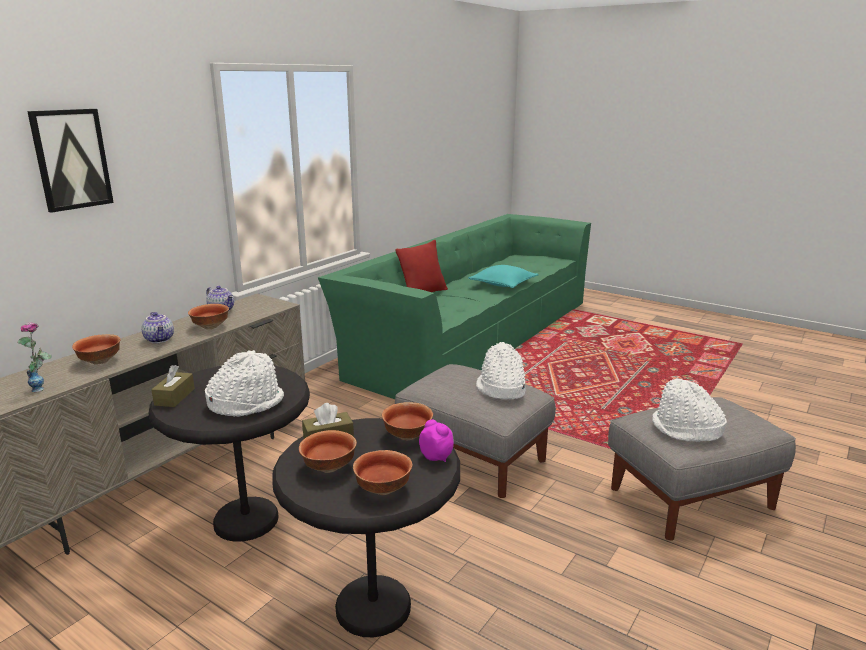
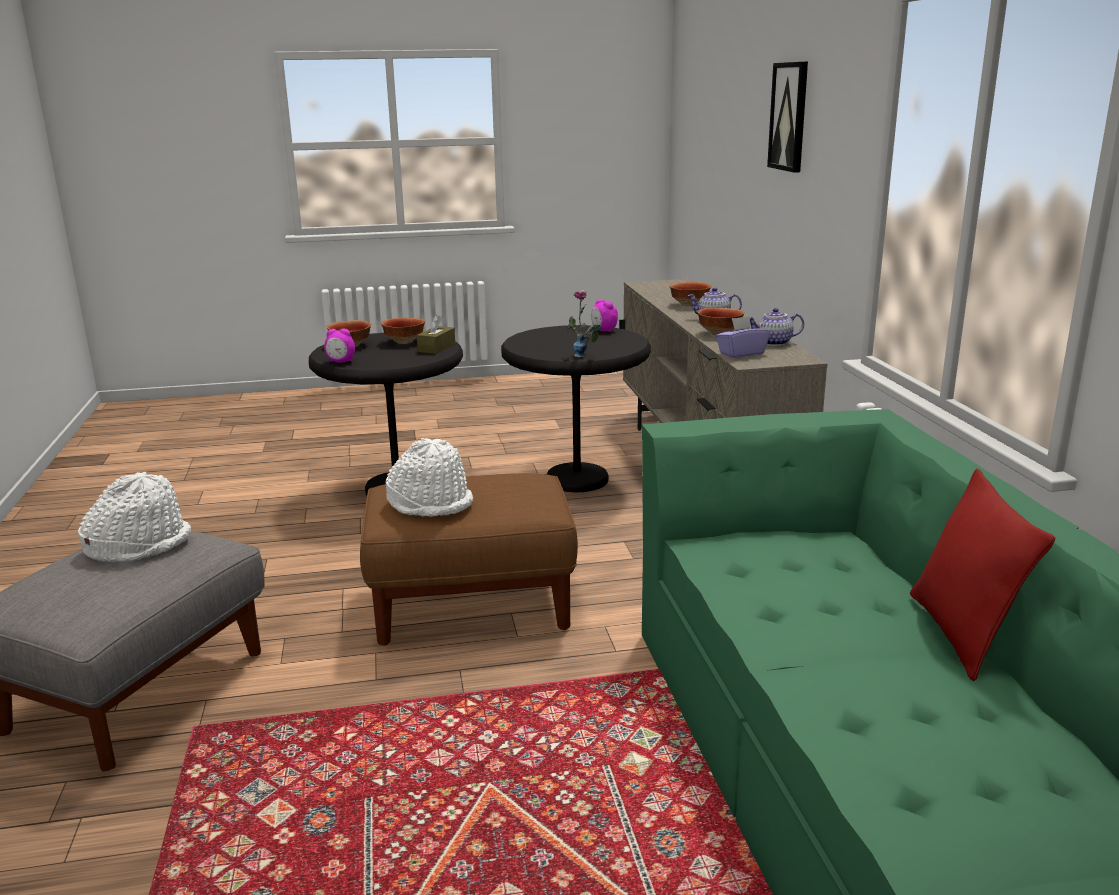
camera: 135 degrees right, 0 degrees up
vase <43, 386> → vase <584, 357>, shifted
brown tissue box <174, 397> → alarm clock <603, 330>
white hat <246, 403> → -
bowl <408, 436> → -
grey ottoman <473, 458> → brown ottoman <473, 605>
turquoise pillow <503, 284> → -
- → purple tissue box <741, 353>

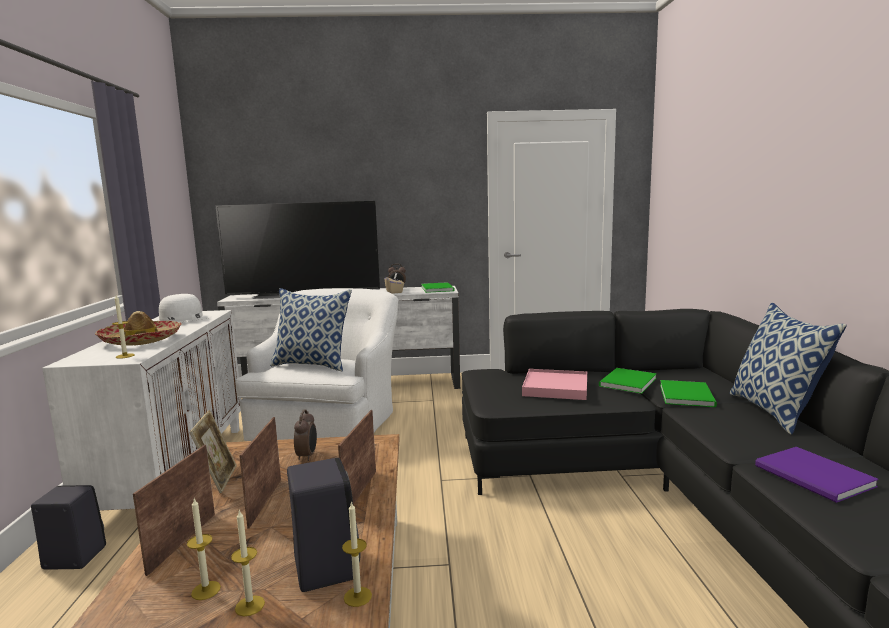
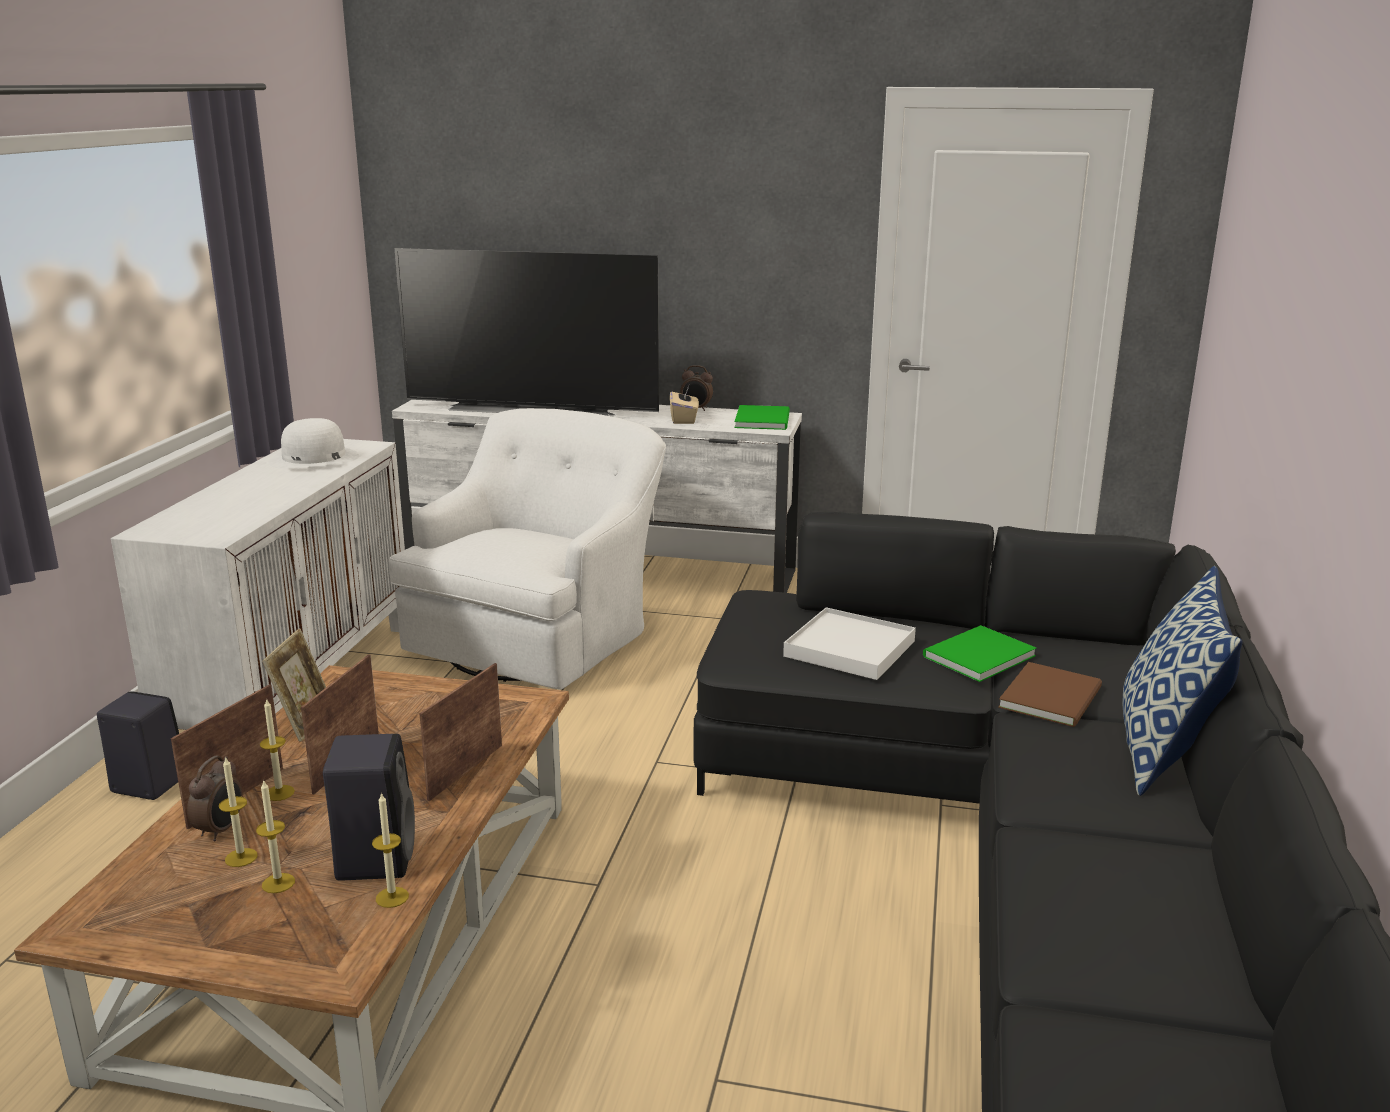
camera: 15 degrees right, 10 degrees up
hat <141, 340> → -
candle <125, 356> → candle <279, 793>, shifted
pillow <313, 365> → -
alarm clock <307, 456> → alarm clock <221, 830>, shifted
pink tray <556, 387> → white tray <850, 649>
green book <688, 395> → brown book <1053, 697>
purple book <814, 478> → -

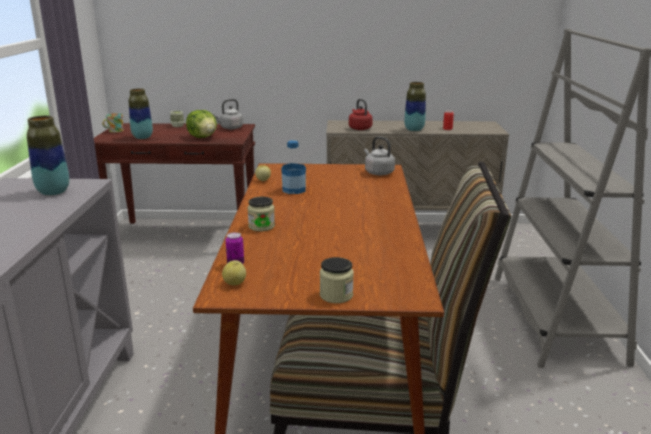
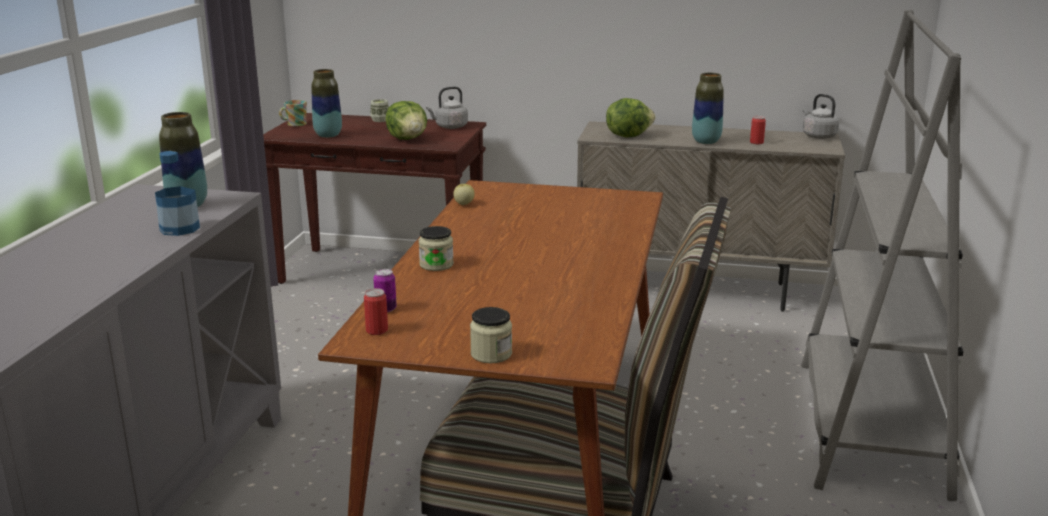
camera: 10 degrees right, 0 degrees up
apple <235, 283> → can <377, 330>
bottle <294, 190> → bottle <179, 229>, shifted
red kettle <359, 128> → lettuce <628, 136>
grey kettle <378, 172> → grey kettle <818, 136>, shifted

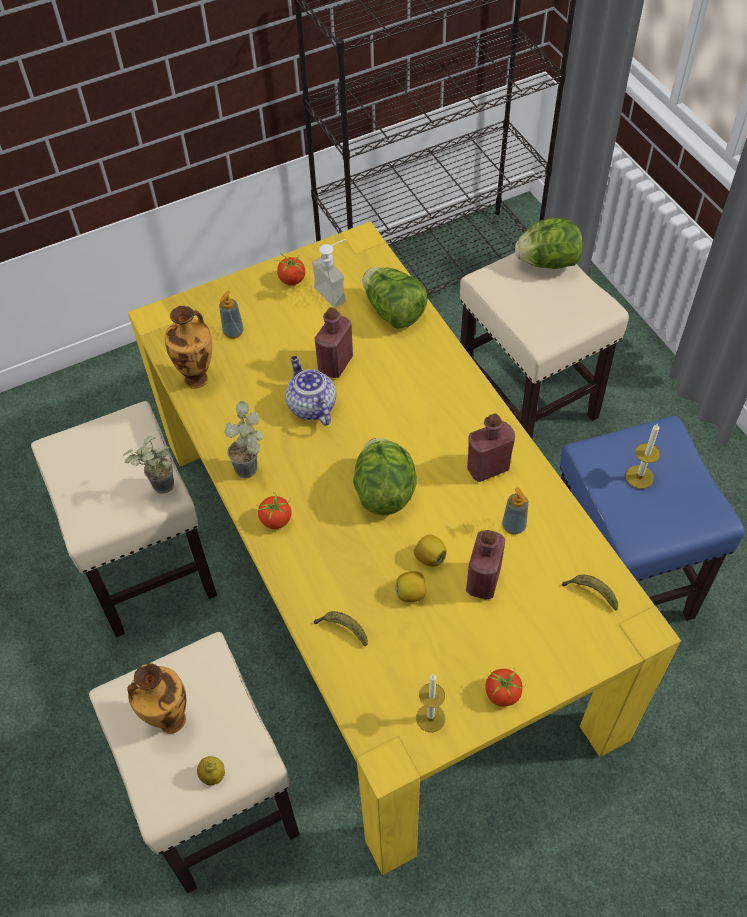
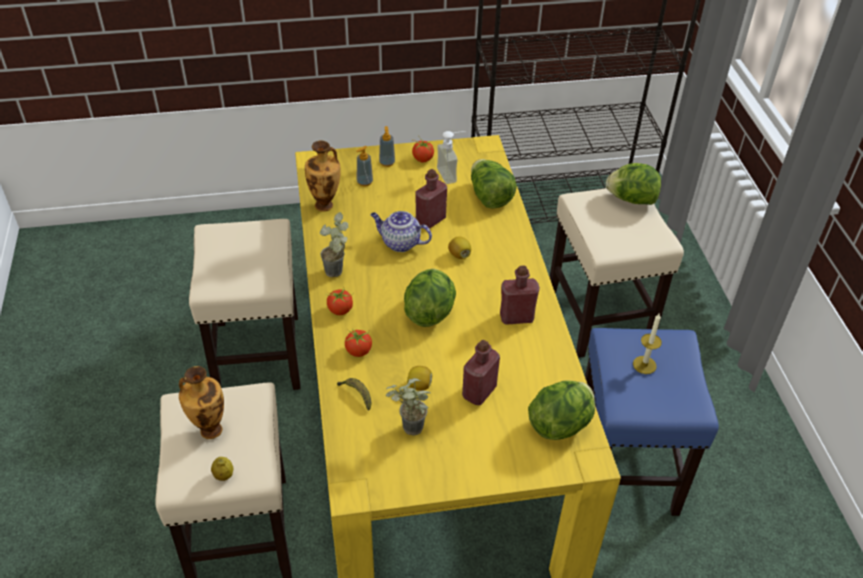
camera: 15 degrees right, 10 degrees down
potted plant <159, 490> → potted plant <407, 431>, shifted
teapot <311, 406> → teapot <400, 243>, 60 degrees counterclockwise
lemon <430, 557> → lemon <459, 255>, shifted
candle <430, 718> → -
tomato <503, 694> → tomato <359, 351>, shifted
soap dispenser <514, 526> → soap dispenser <387, 163>, shifted
banana <591, 593> → lettuce <561, 424>

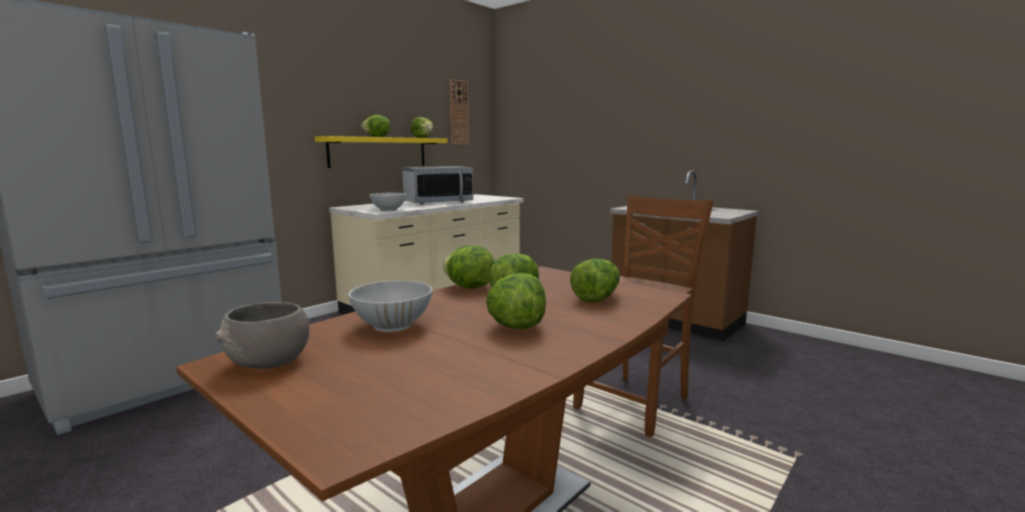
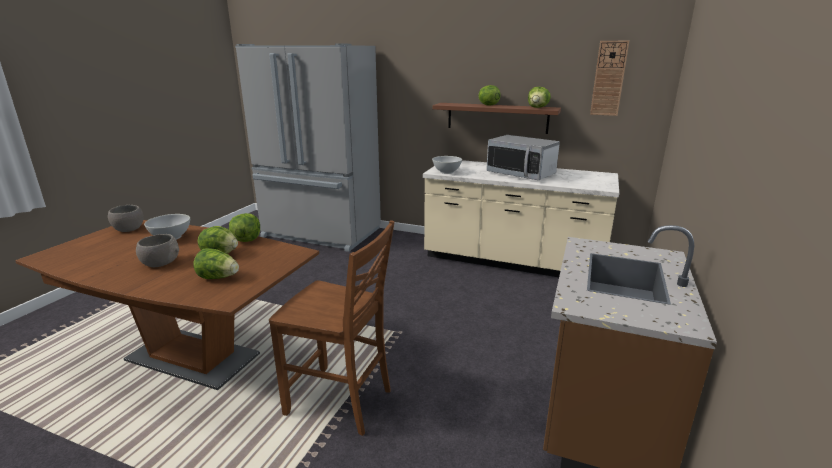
camera: 70 degrees right, 10 degrees up
yellow shelf <378, 152> → brown shelf <497, 117>
lettuce <516, 326> → grey bowl <161, 263>

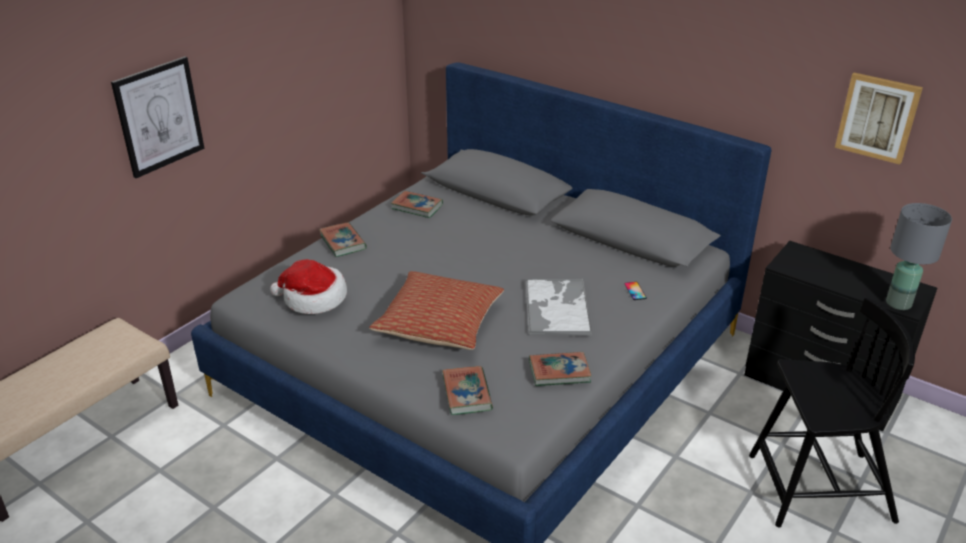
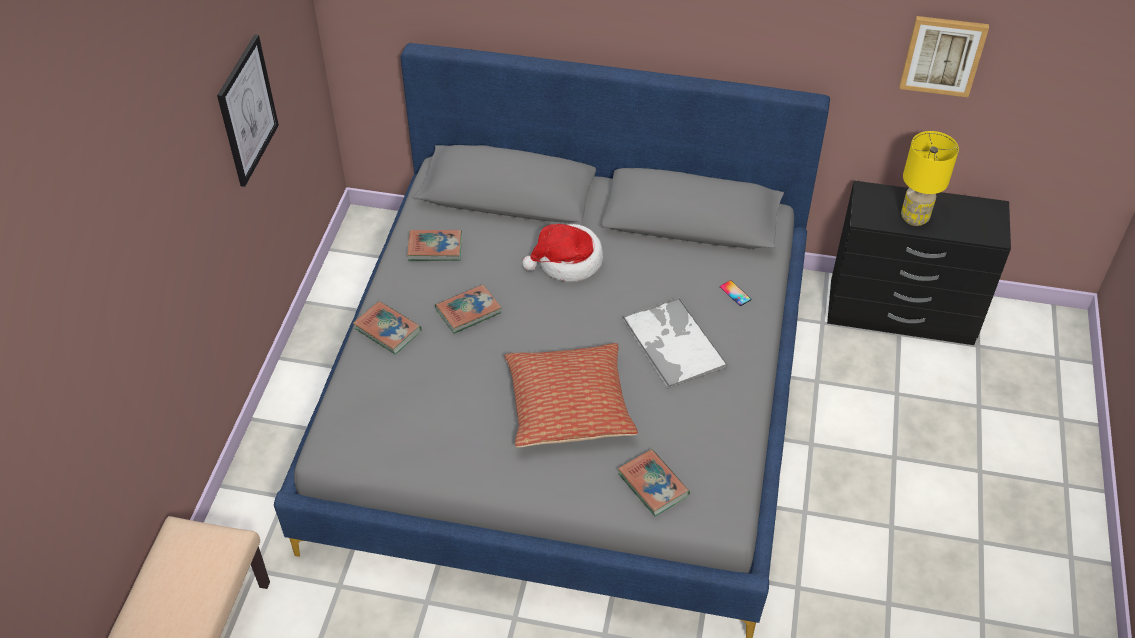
camera: 25 degrees left, 15 degrees up
picture <159, 116> → picture <247, 111>, shifted
hat <313, 298> → hat <567, 261>, shifted
book <559, 372> → book <468, 311>, shifted
black chair <817, 489> → -
grey table lamp <899, 304> → -
- → yellow table lamp <914, 218>

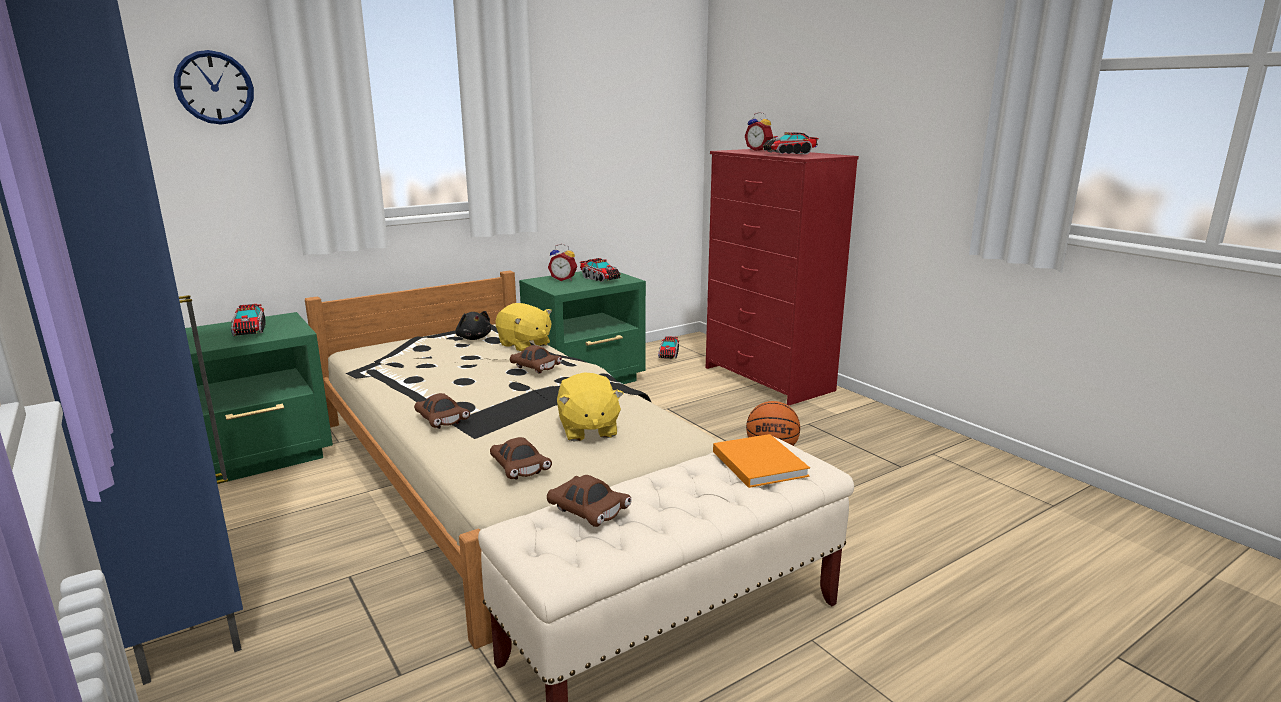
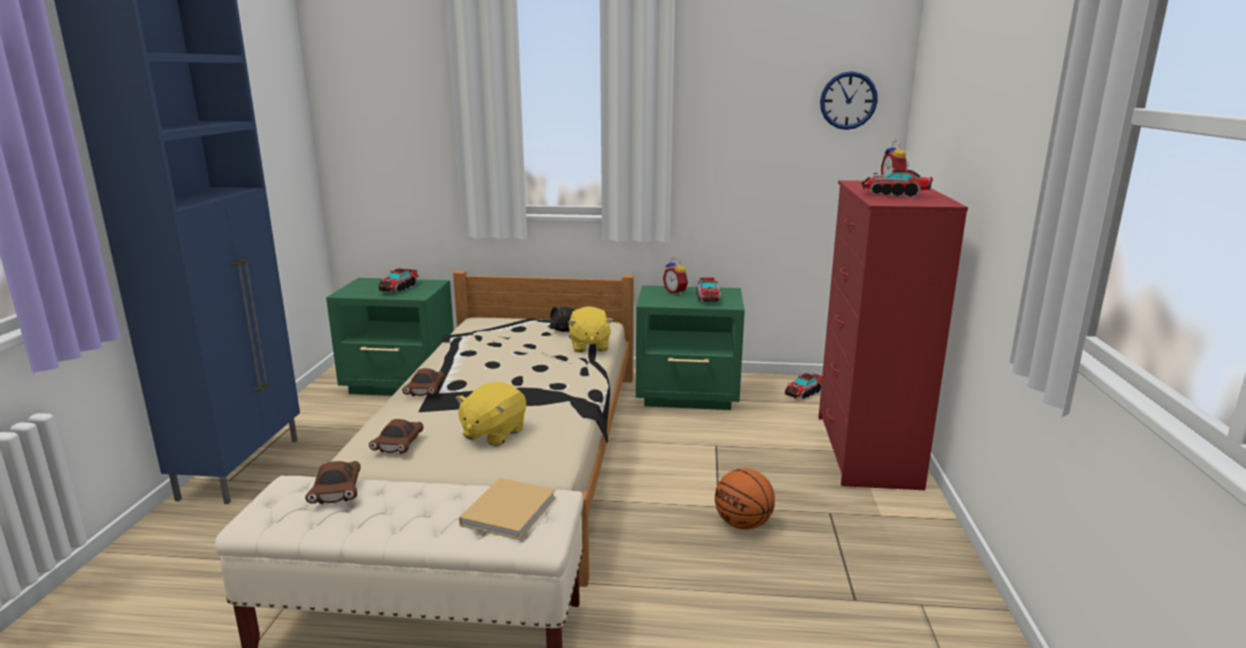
camera: 40 degrees right, 0 degrees up
wall clock <214, 87> → wall clock <848, 100>, shifted
brown toy car <535, 368> → -
orange book <758, 462> → beige book <510, 509>

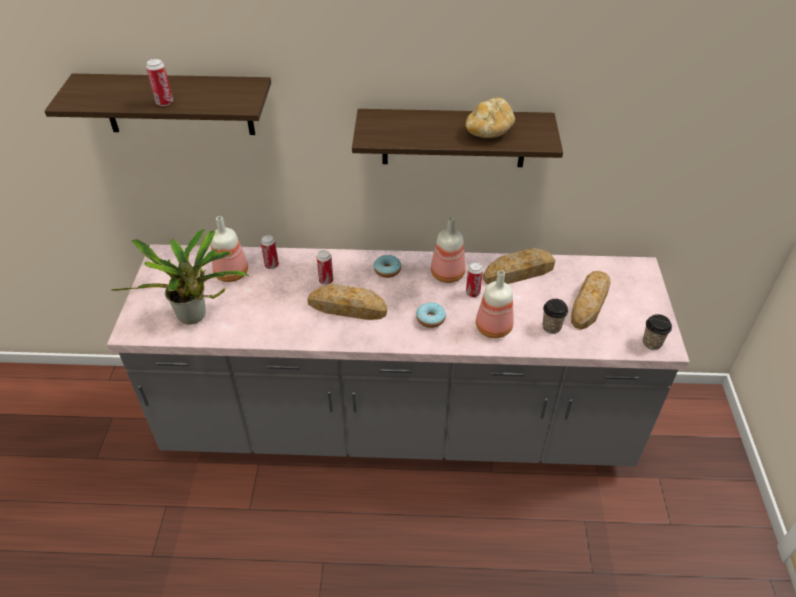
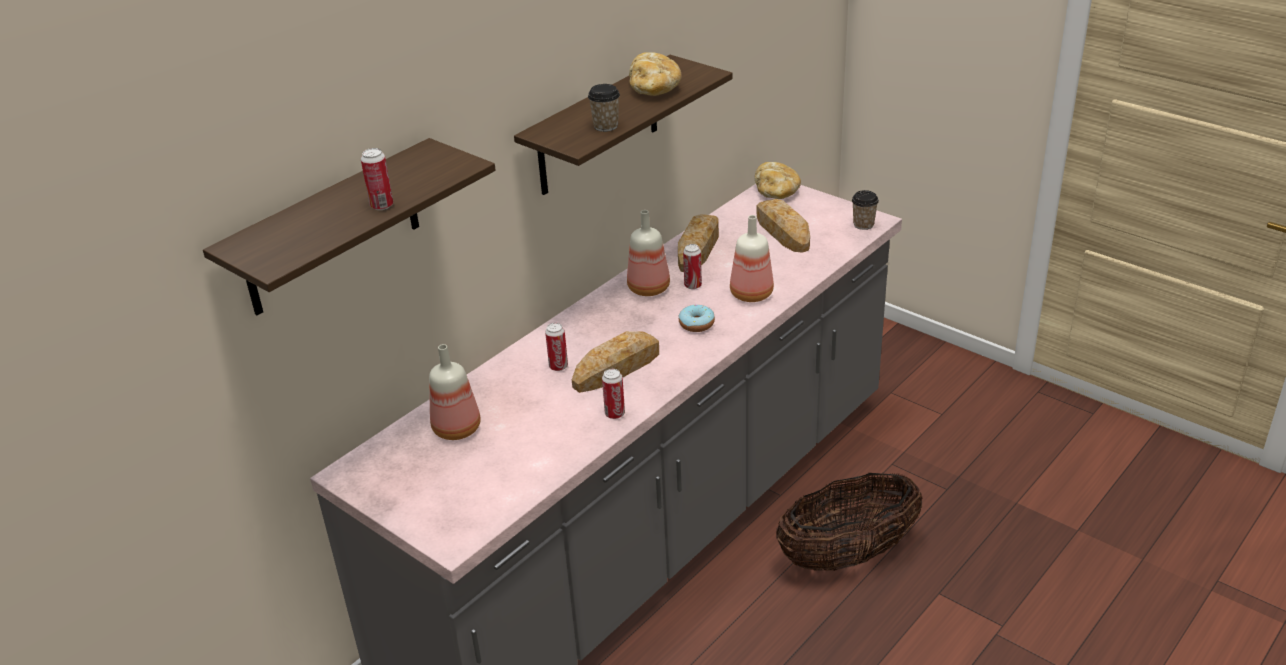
camera: 50 degrees left, 10 degrees down
potted plant <196, 318> → -
can <271, 265> → can <615, 414>, shifted
donut <387, 270> → -
cup <551, 327> → cup <606, 126>, shifted
- → bread <777, 192>
- → basket <847, 555>

